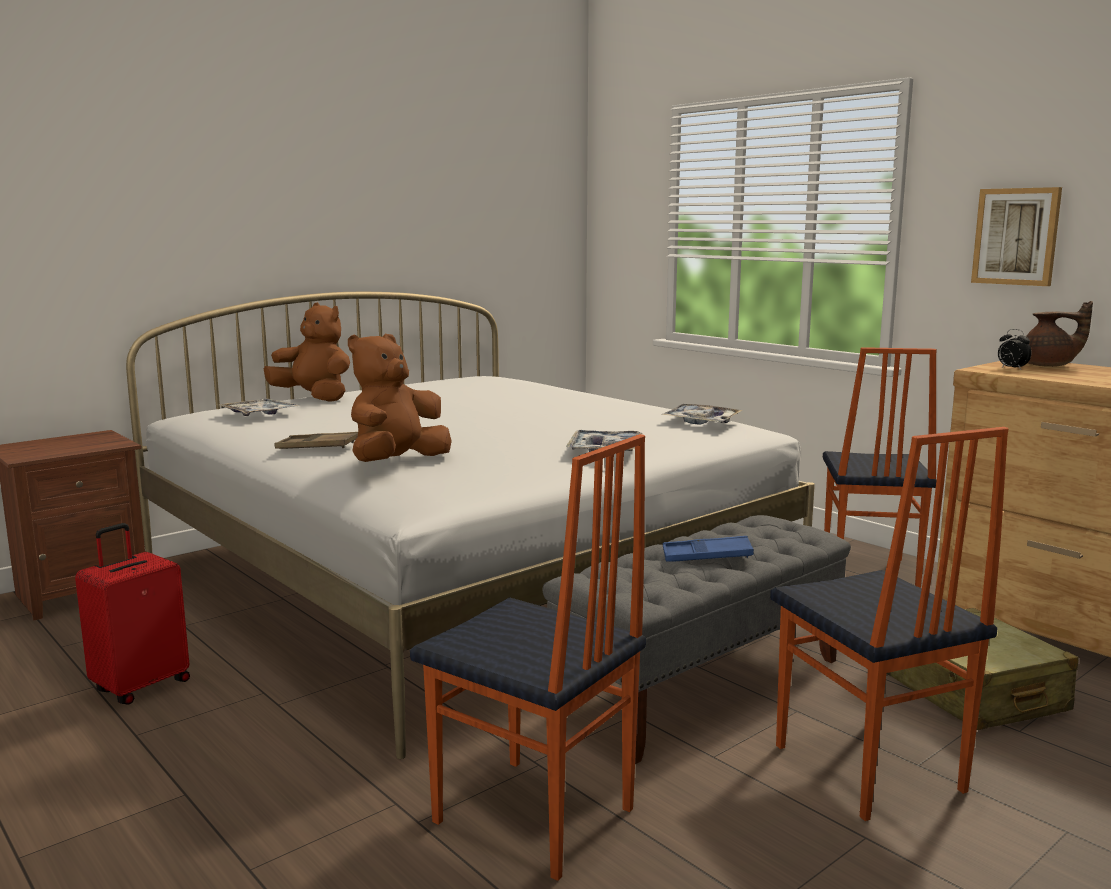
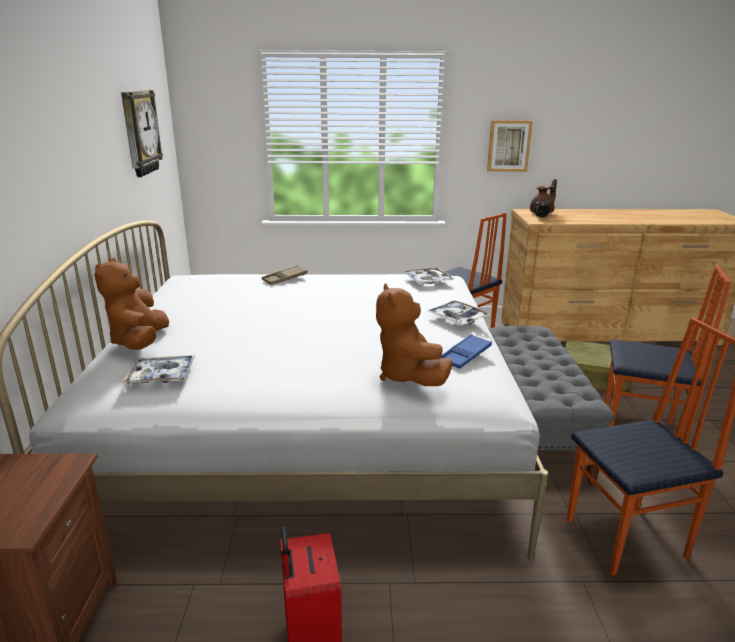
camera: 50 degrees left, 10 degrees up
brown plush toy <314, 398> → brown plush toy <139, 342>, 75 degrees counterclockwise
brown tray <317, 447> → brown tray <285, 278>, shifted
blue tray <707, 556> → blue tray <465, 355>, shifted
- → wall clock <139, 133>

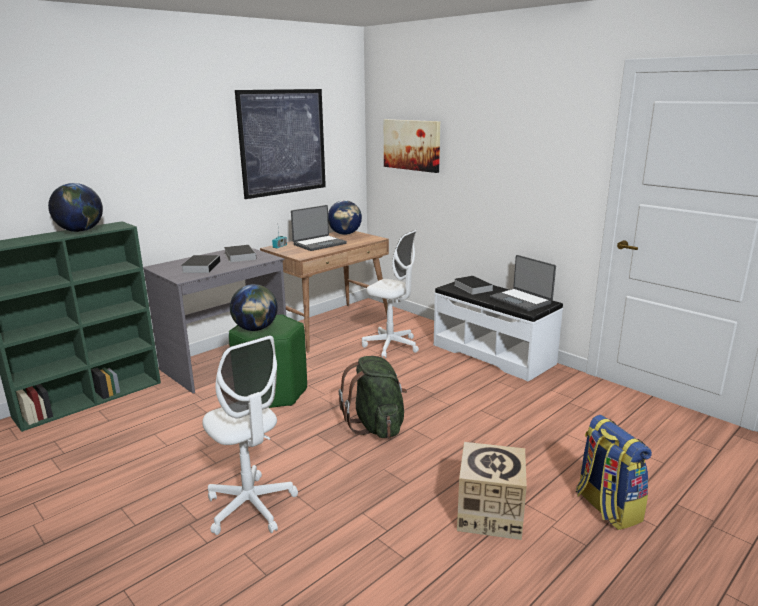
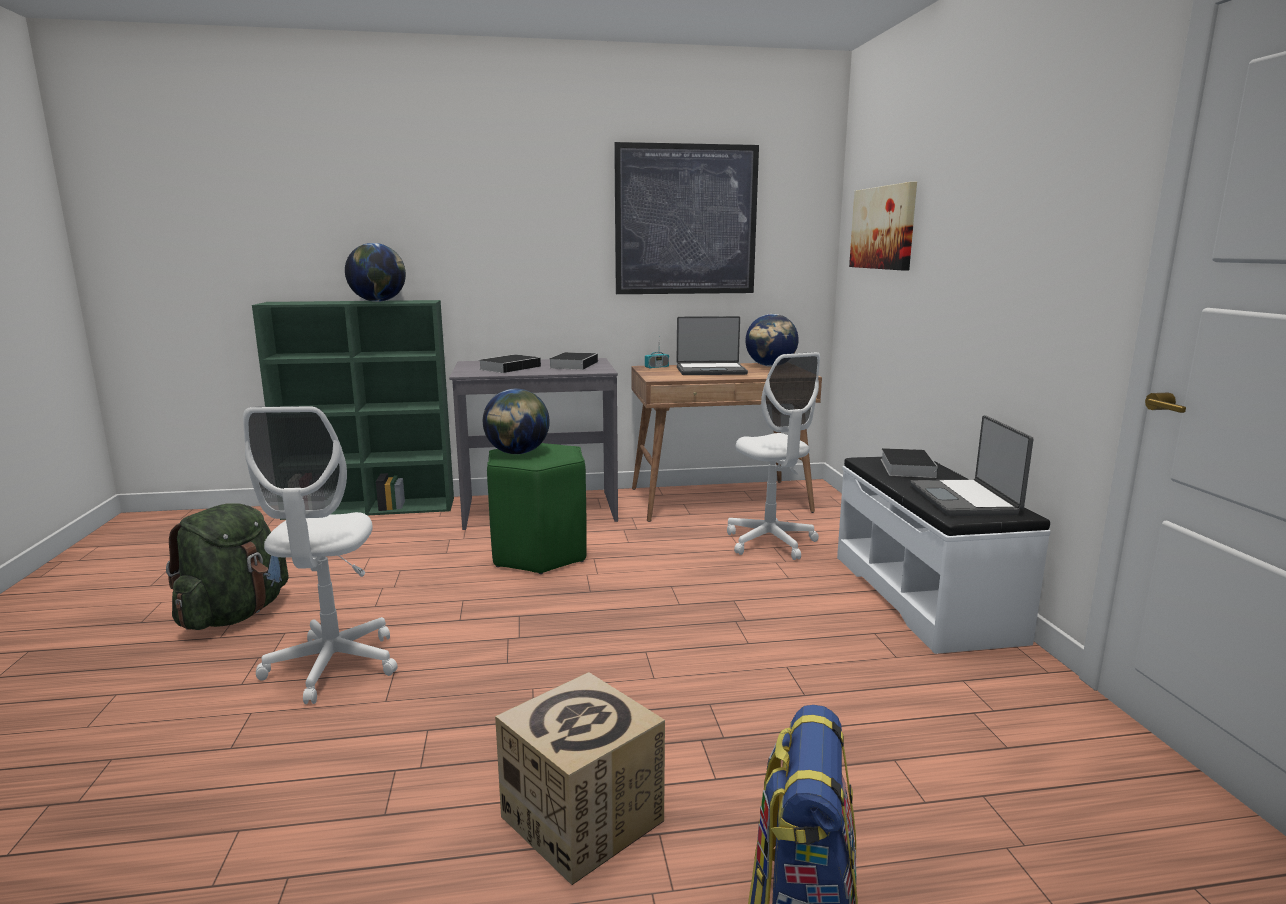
camera: 35 degrees right, 5 degrees down
green backpack <376, 426> → green backpack <235, 614>, shifted

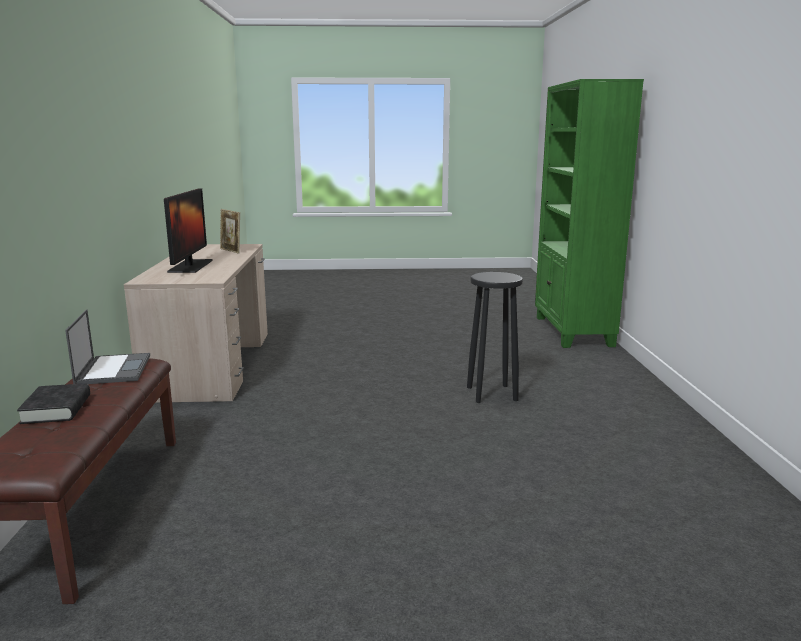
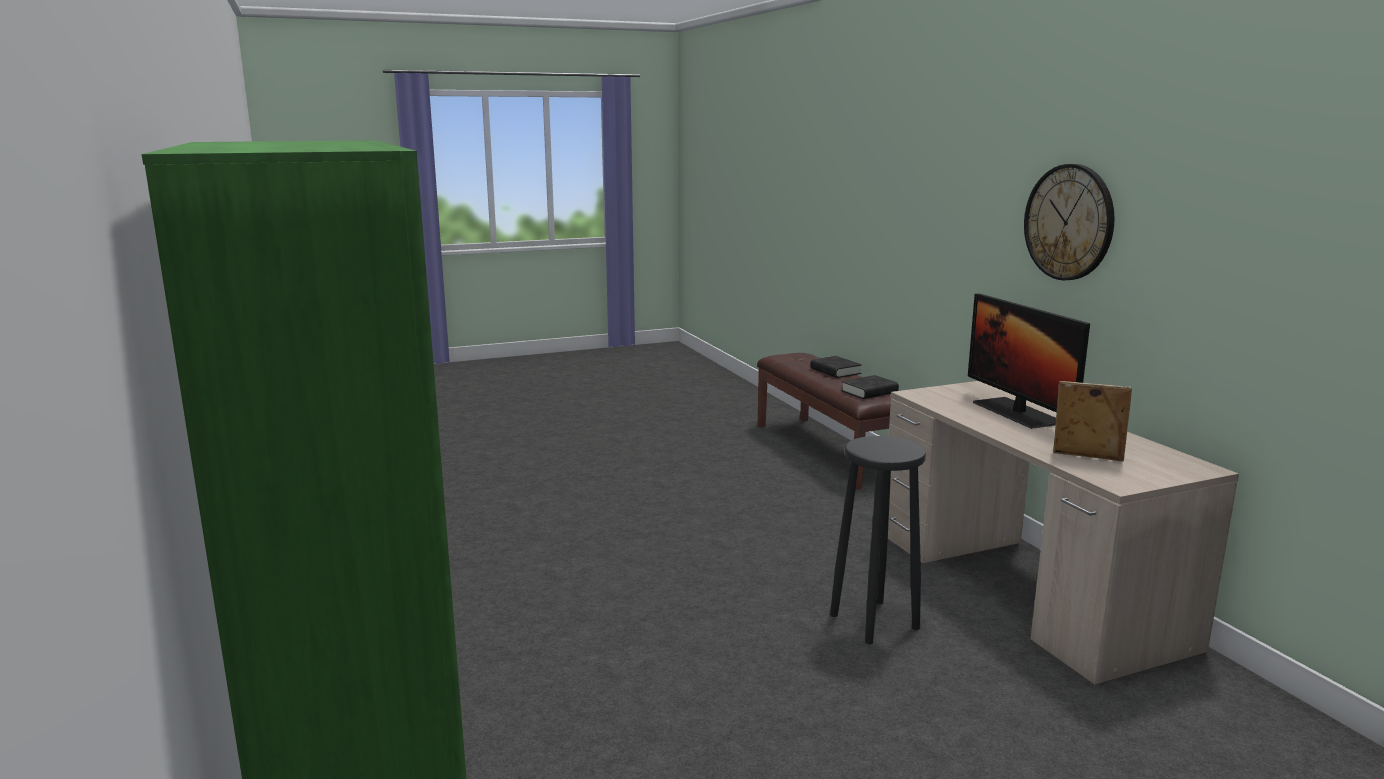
camera: 160 degrees right, 0 degrees up
laptop <113, 369> → black book <869, 392>
black stool <492, 394> → black stool <873, 621>, shifted
- → wall clock <1069, 222>

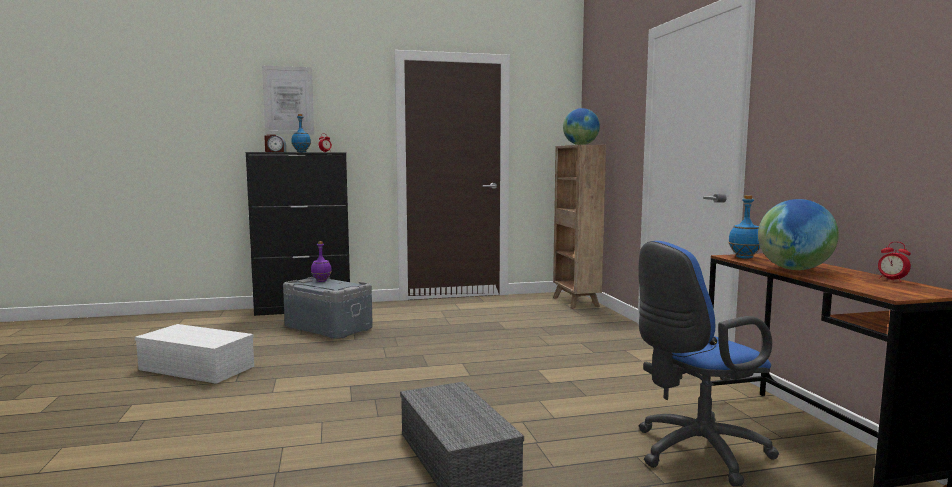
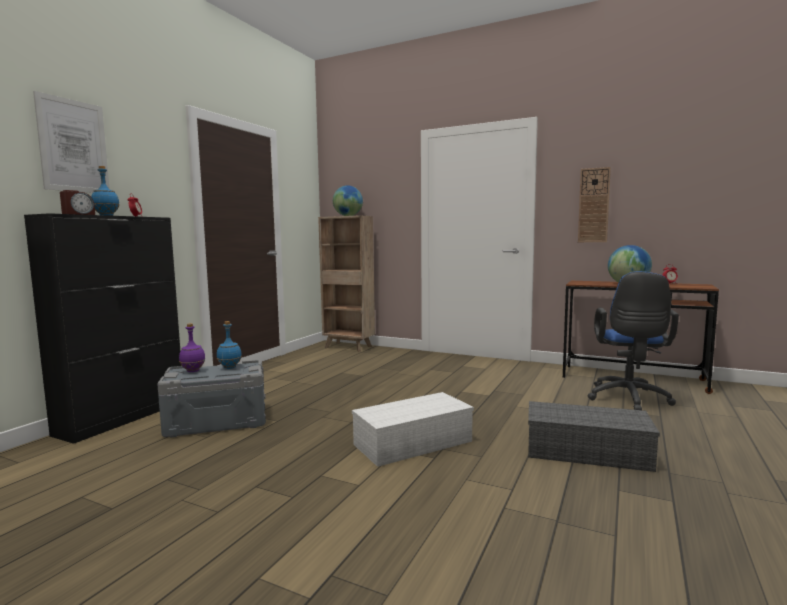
camera: 50 degrees left, 0 degrees up
white storage box <198, 368> → white storage box <413, 442>, shifted
blue bottle <744, 257> → blue bottle <230, 368>, shifted
- → wall clock <593, 205>

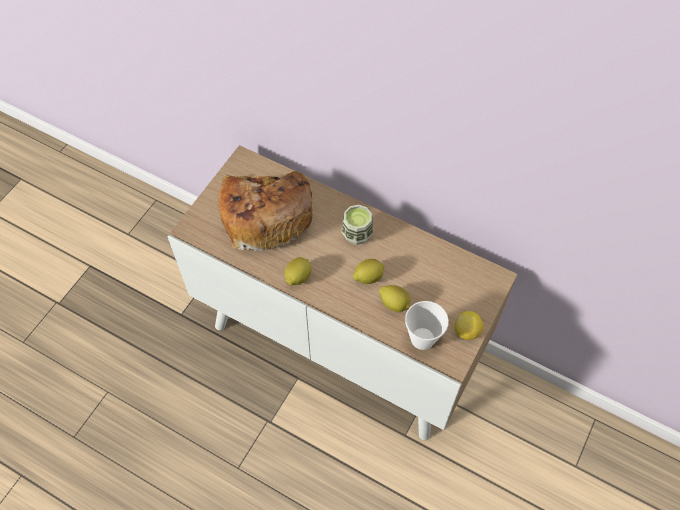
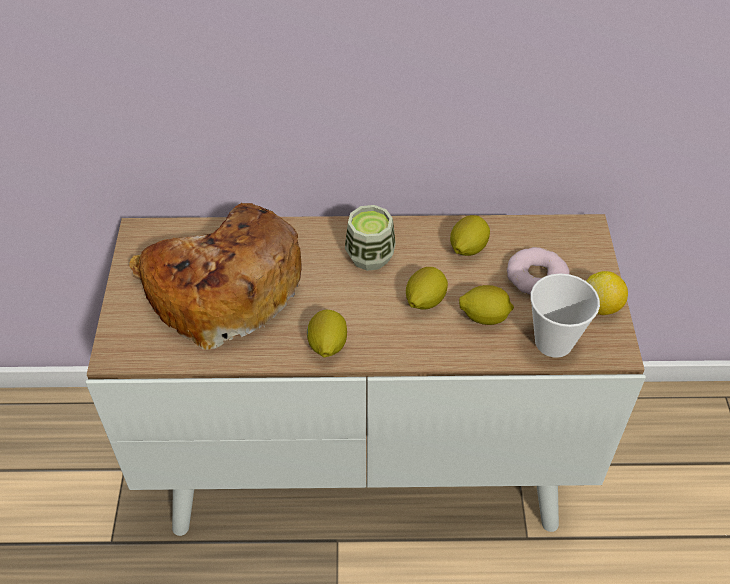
camera: 30 degrees left, 10 degrees down
- → lemon <467, 249>
- → donut <536, 277>

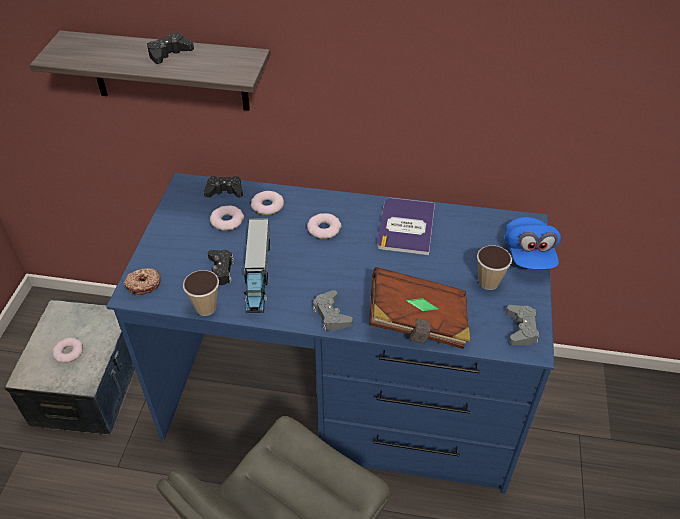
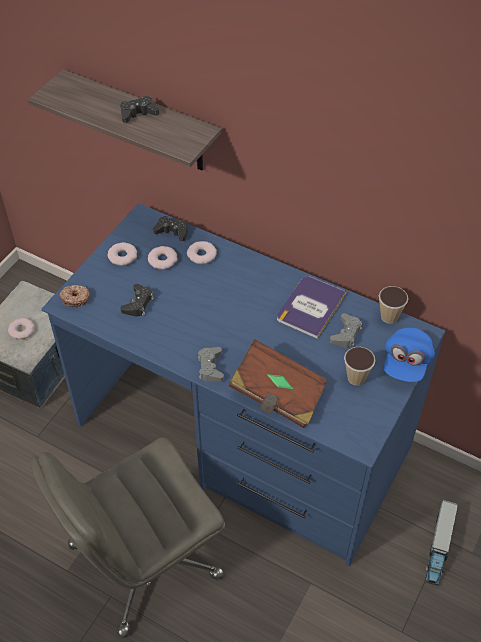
camera: 20 degrees right, 5 degrees up
cup <206, 308> → cup <389, 317>, shifted
toy truck <258, 274> → toy truck <439, 547>, shifted
donut <324, 229> → donut <122, 256>, shifted
grey game controller <521, 329> → grey game controller <346, 334>, shifted

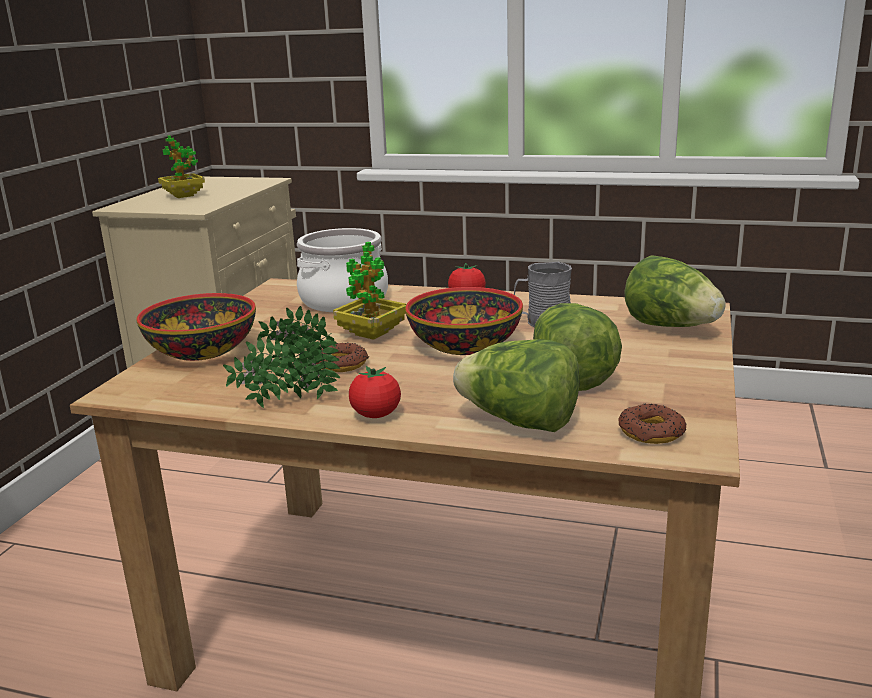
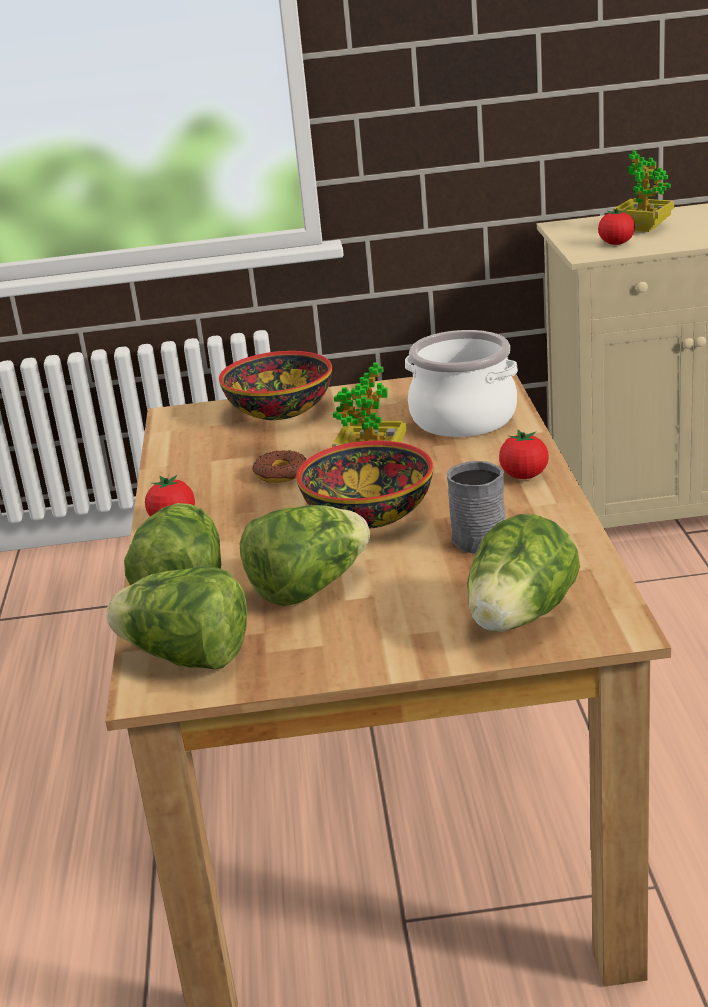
camera: 70 degrees right, 5 degrees up
potted plant <288, 402> → -
donut <651, 432> → lettuce <187, 658>
- → tomato <616, 244>

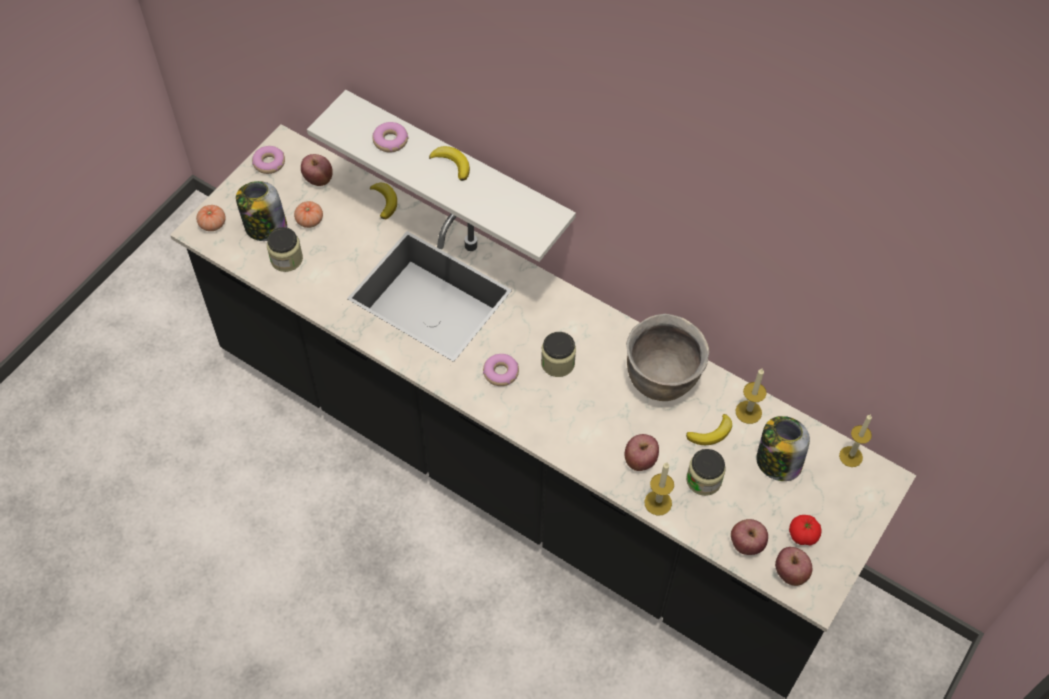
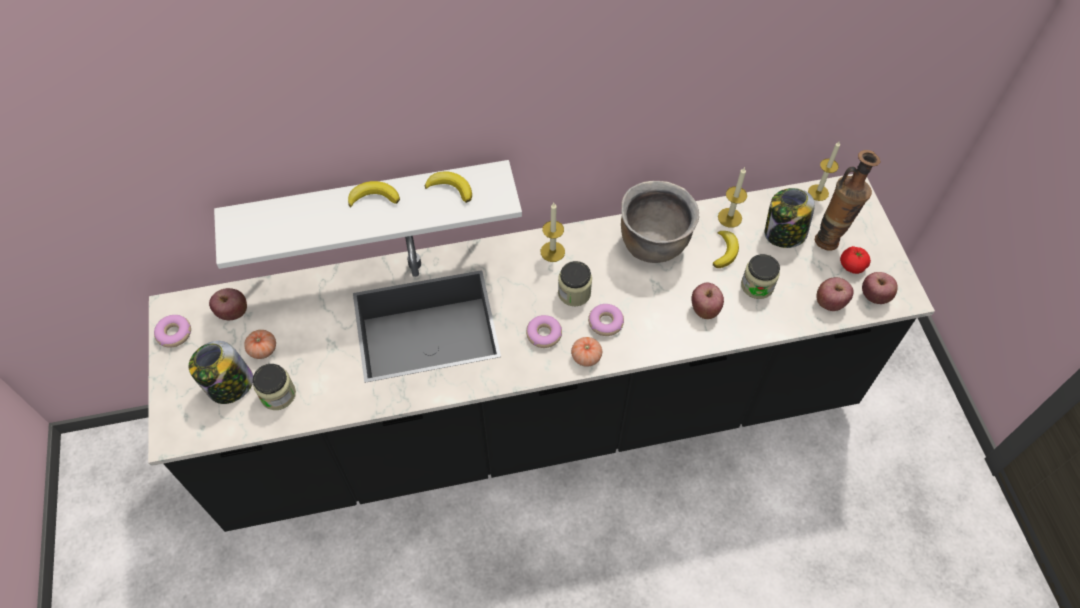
camera: 45 degrees left, 0 degrees up
tomato <212, 224> → tomato <586, 357>, shifted
banana <385, 201> → banana <451, 188>, shifted
donut <390, 141> → donut <605, 322>, shifted
candle <658, 502> → candle <552, 251>, shifted
- → vase <830, 237>

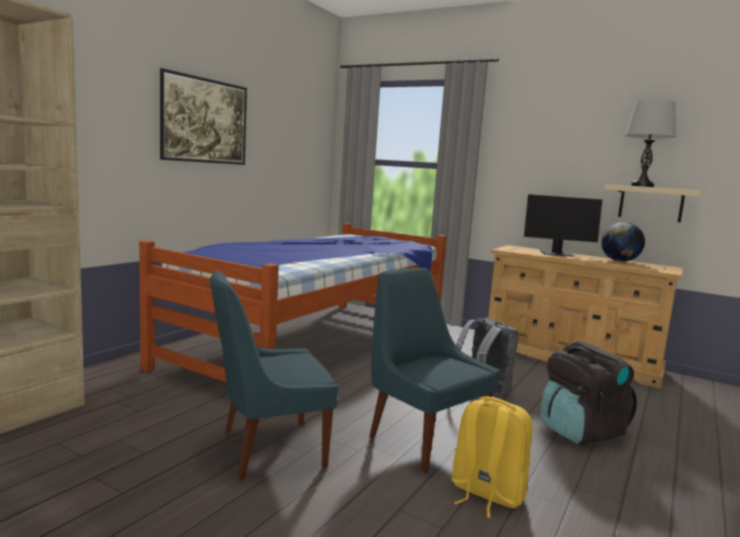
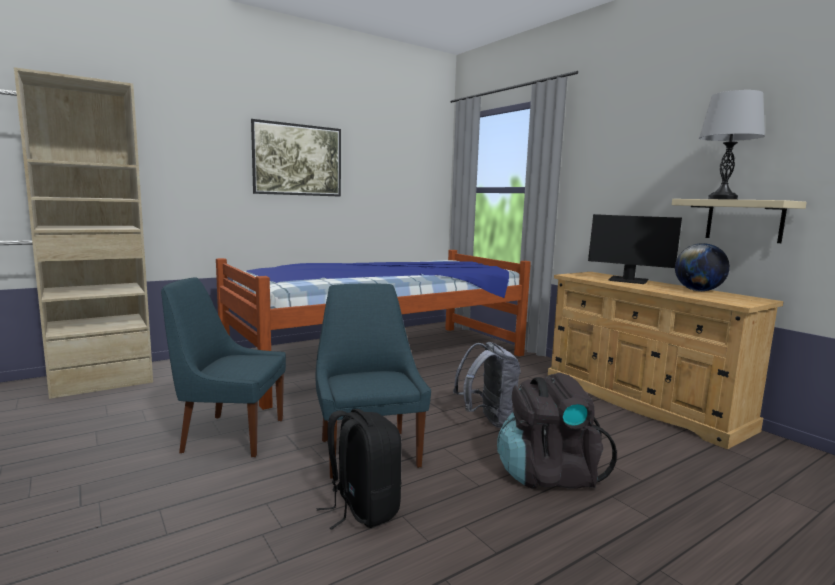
camera: 25 degrees right, 0 degrees up
yellow backpack <486, 493> → black backpack <362, 509>

